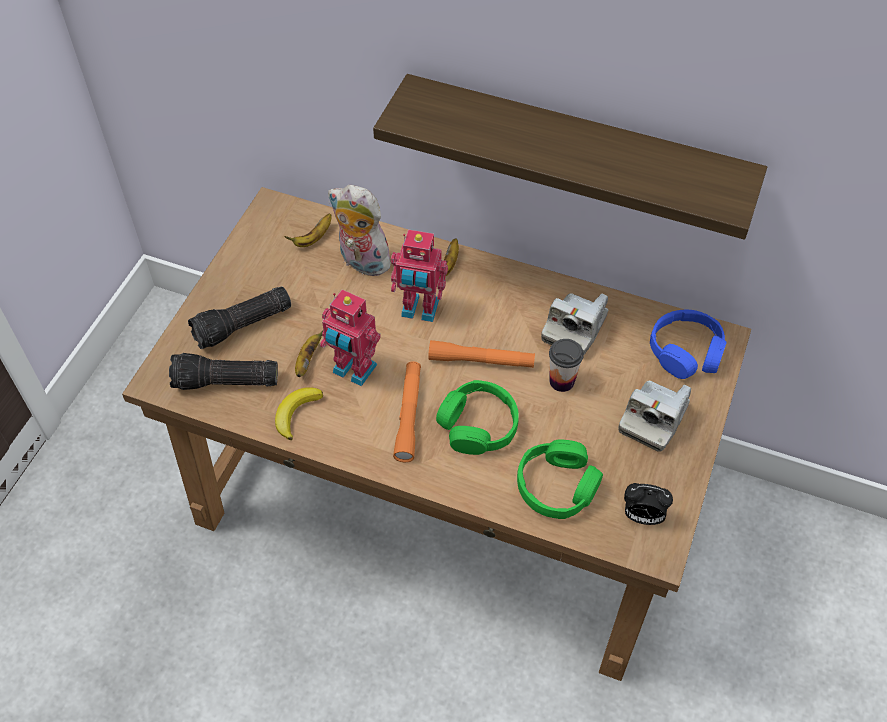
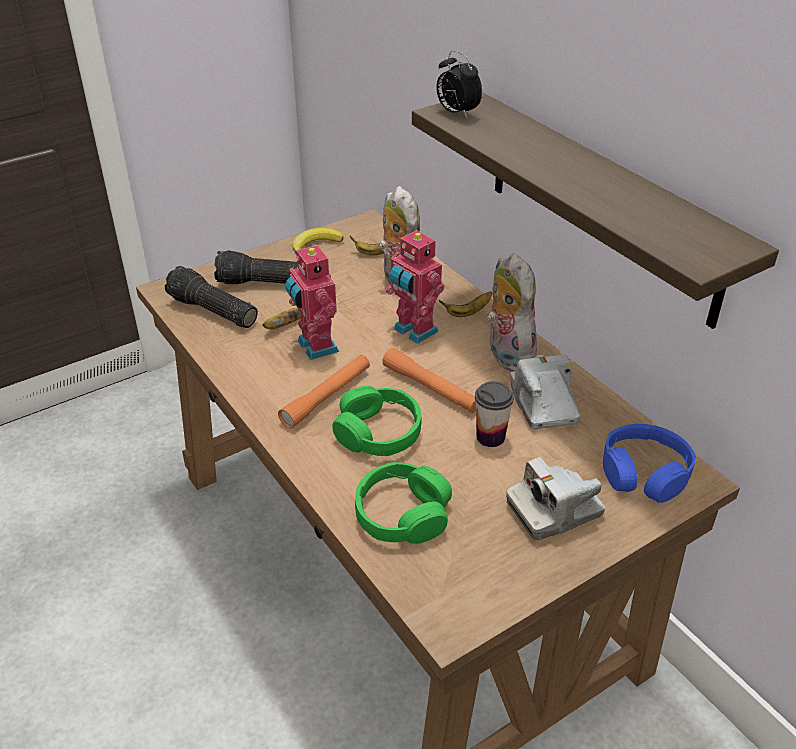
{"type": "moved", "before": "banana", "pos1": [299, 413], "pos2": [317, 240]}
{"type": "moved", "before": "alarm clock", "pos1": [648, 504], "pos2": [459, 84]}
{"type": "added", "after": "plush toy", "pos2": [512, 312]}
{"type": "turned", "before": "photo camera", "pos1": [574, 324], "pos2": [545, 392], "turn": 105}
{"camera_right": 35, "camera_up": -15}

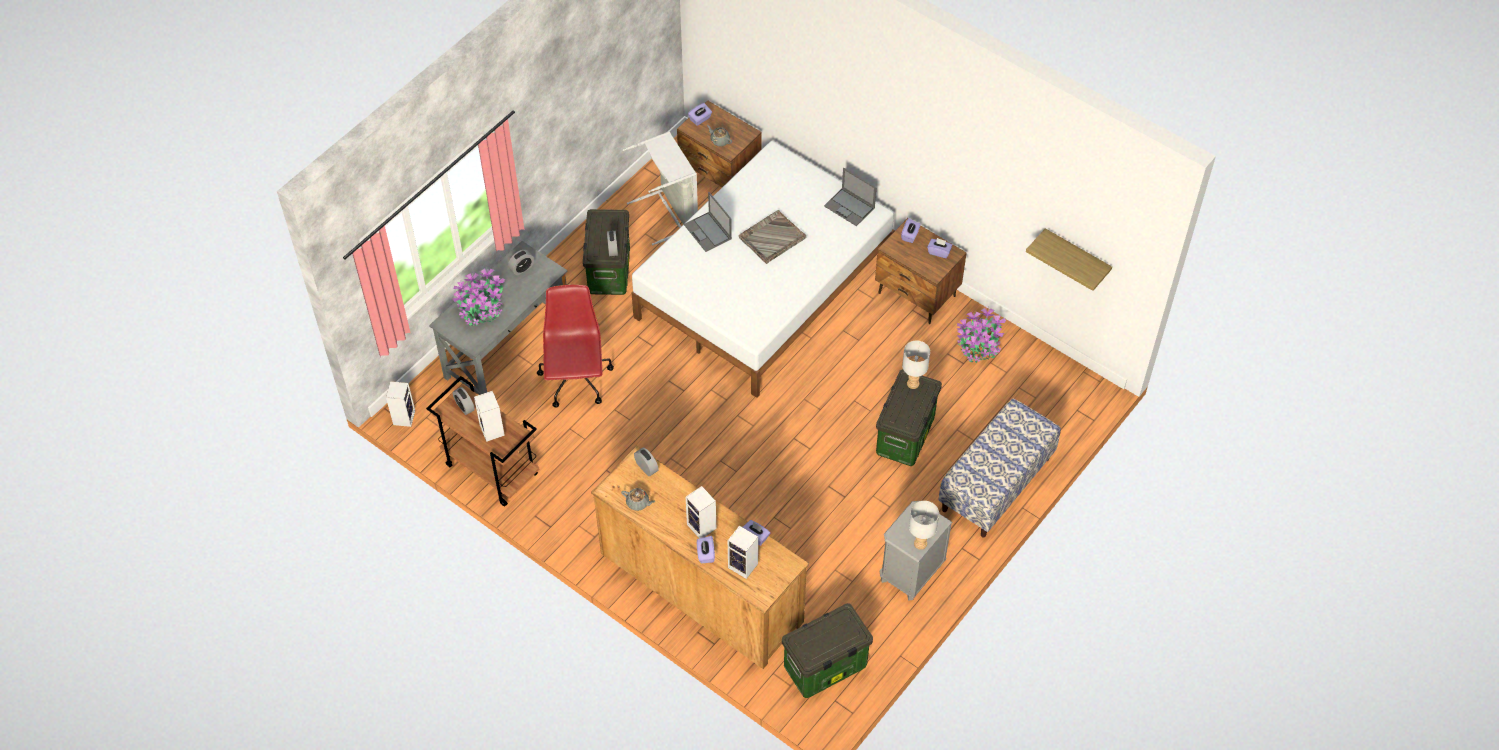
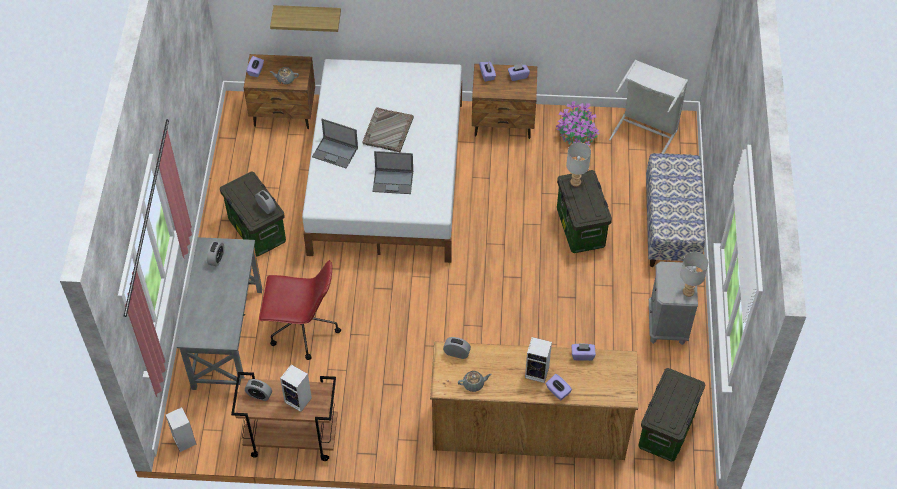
{"type": "turned", "before": "red office chair", "pos1": [575, 346], "pos2": [300, 310], "turn": 135}
{"type": "moved", "before": "shelf", "pos1": [1069, 259], "pos2": [305, 18]}
{"type": "moved", "before": "laptop", "pos1": [850, 197], "pos2": [392, 172]}
{"type": "moved", "before": "grey laundry basket", "pos1": [660, 188], "pos2": [648, 106]}
{"type": "removed", "before": "potted plant", "pos1": [479, 297]}
{"type": "removed", "before": "speaker", "pos1": [743, 552]}
{"camera_right": -35, "camera_up": 0}

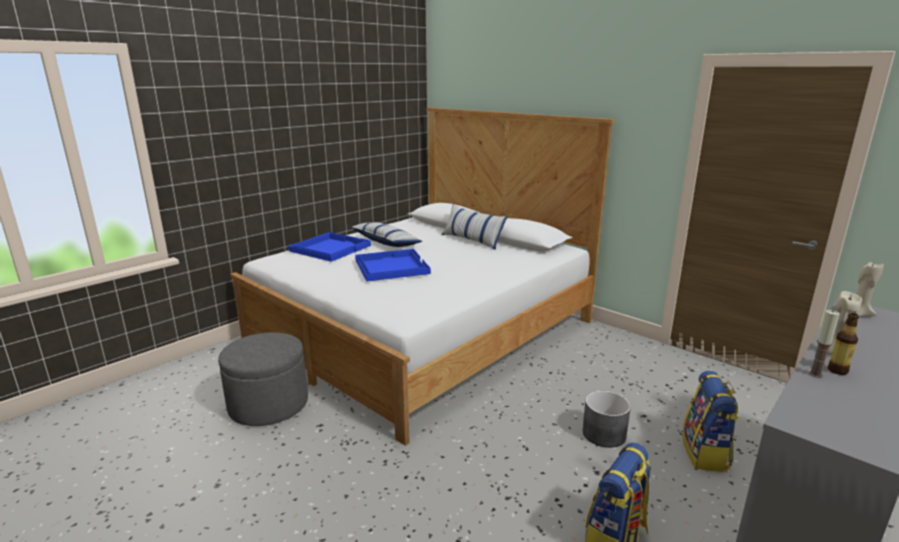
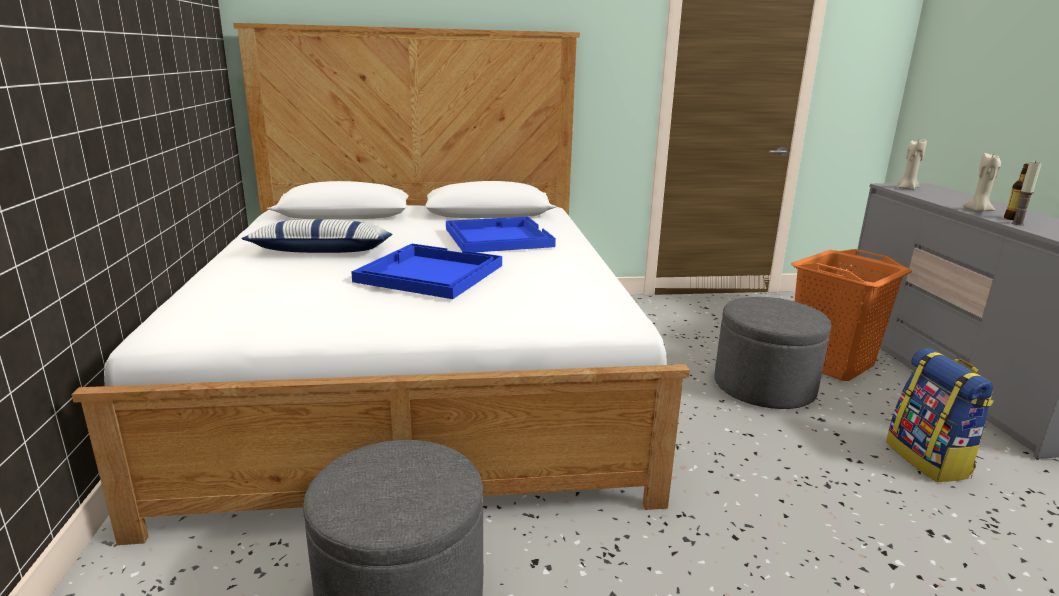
{"type": "moved", "before": "blue tray", "pos1": [329, 247], "pos2": [501, 234]}
{"type": "replaced", "before": "grey planter", "after": "grey ottoman", "pos1": [606, 419], "pos2": [773, 353]}
{"type": "replaced", "before": "backpack", "after": "orange laundry basket", "pos1": [711, 421], "pos2": [851, 315]}
{"type": "removed", "before": "pillow", "pos1": [475, 226]}
{"camera_right": -50, "camera_up": 0}

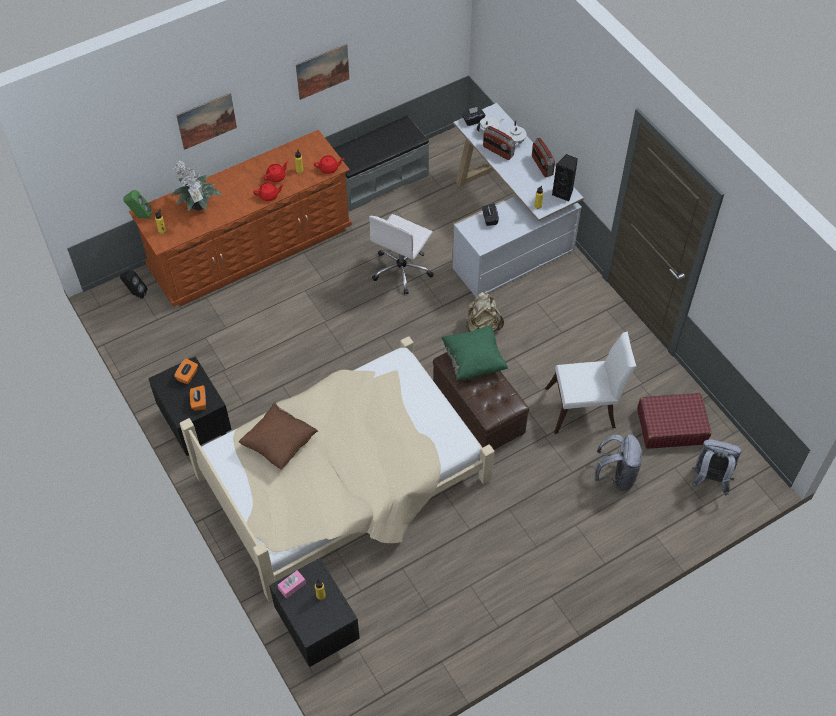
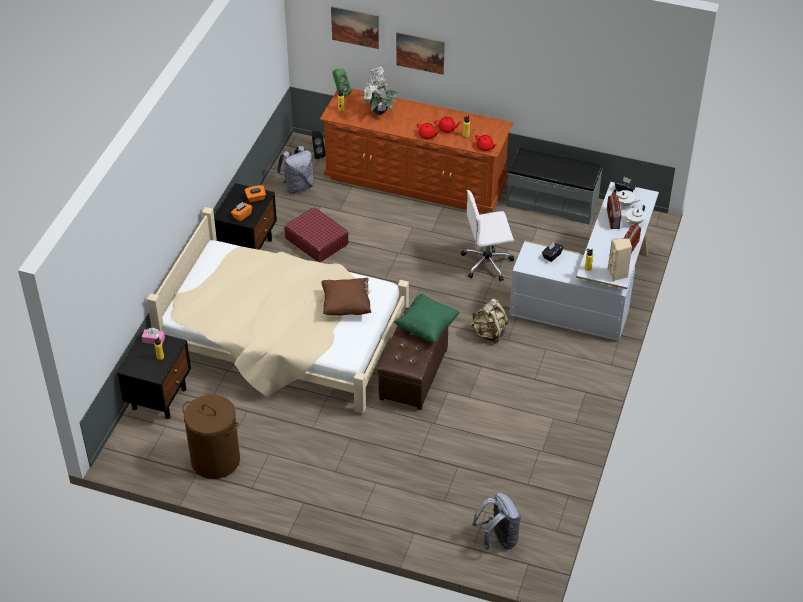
{"type": "added", "after": "brown laundry basket", "pos2": [211, 436]}
{"type": "moved", "before": "grey backpack", "pos1": [618, 462], "pos2": [295, 170]}
{"type": "moved", "before": "red suitcase", "pos1": [674, 421], "pos2": [316, 234]}
{"type": "moved", "before": "brown pillow", "pos1": [278, 436], "pos2": [346, 297]}
{"type": "moved", "before": "picture", "pos1": [322, 72], "pos2": [355, 27]}
{"type": "recoloured", "before": "black speaker", "after": "beige speaker", "pos1": [565, 178], "pos2": [620, 260]}
{"type": "removed", "before": "white chair", "pos1": [590, 383]}
{"camera_right": 50, "camera_up": -10}

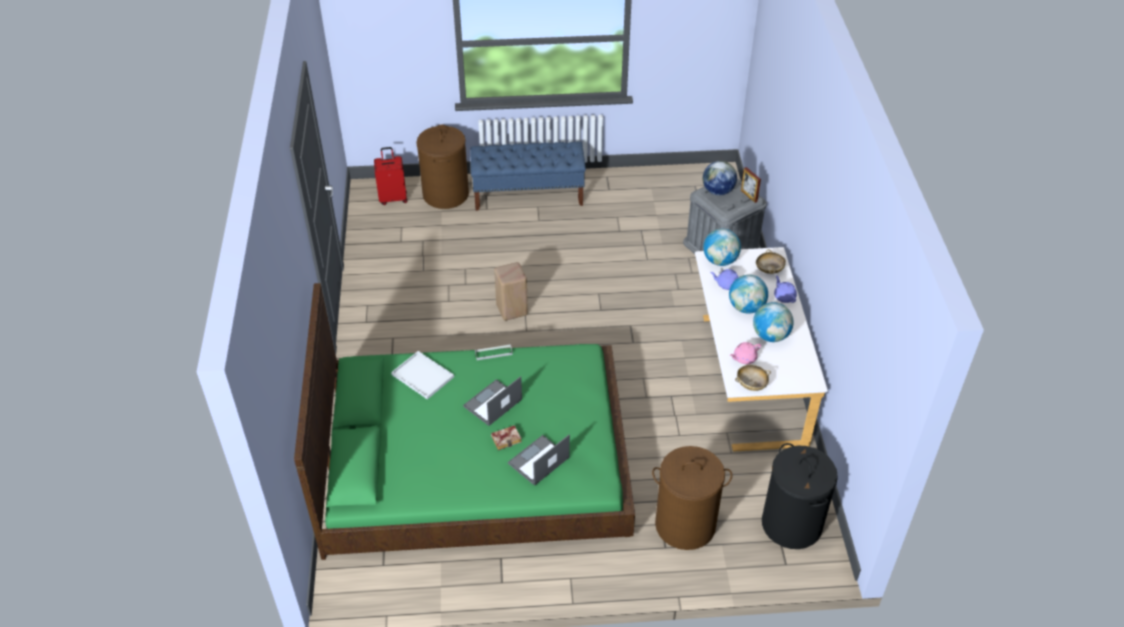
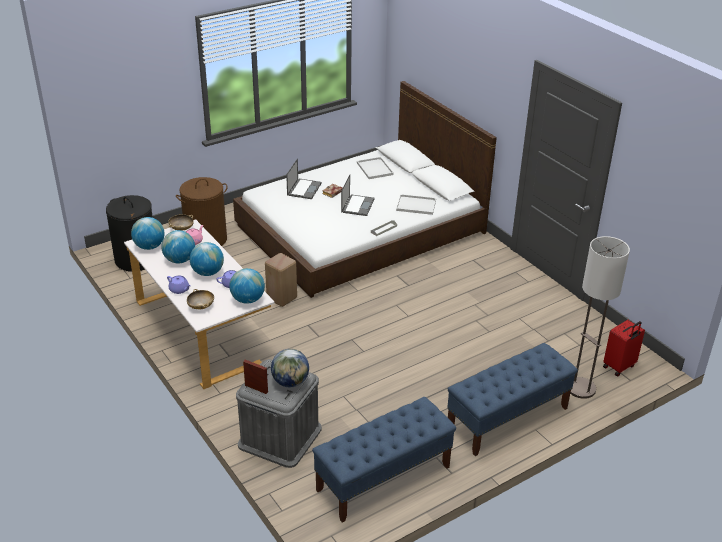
{"type": "added", "after": "globe", "pos2": [147, 233]}
{"type": "recoloured", "before": "green bed", "after": "white bed", "pos1": [464, 421], "pos2": [365, 189]}
{"type": "moved", "before": "beige stool", "pos1": [511, 291], "pos2": [281, 280]}
{"type": "added", "after": "blue bench", "pos2": [384, 460]}
{"type": "added", "after": "white tray", "pos2": [375, 168]}
{"type": "replaced", "before": "brown laundry basket", "after": "floor lamp", "pos1": [442, 166], "pos2": [600, 317]}
{"camera_right": 150, "camera_up": -10}

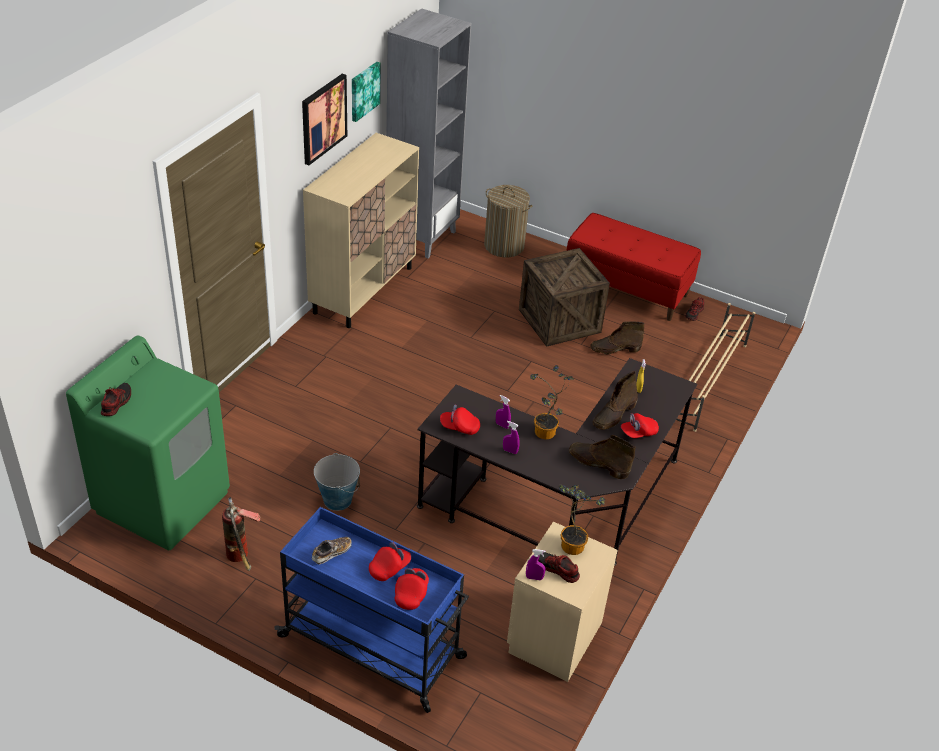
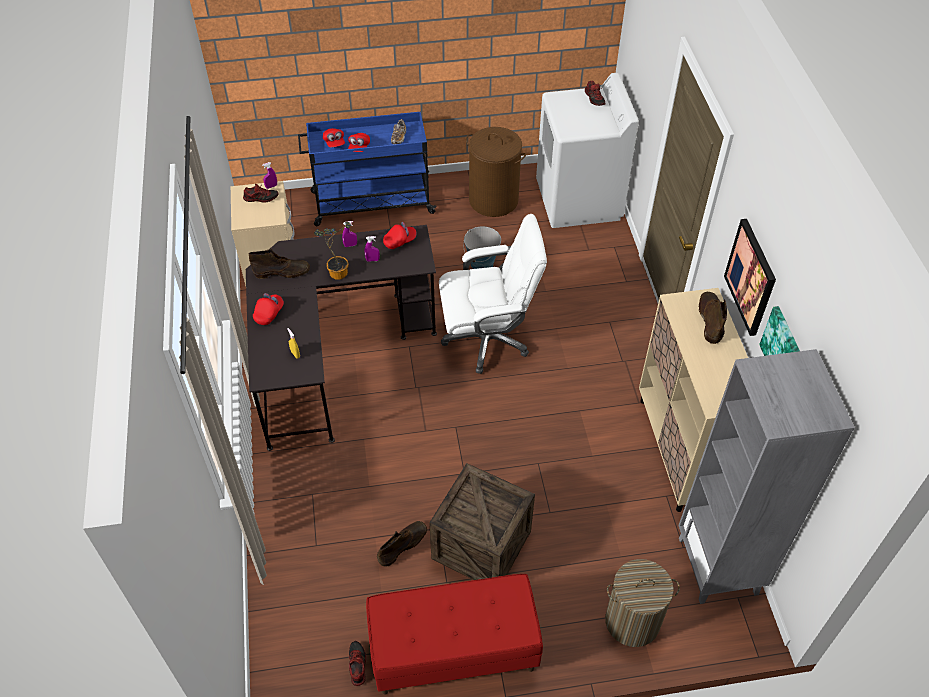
{"type": "added", "after": "white office chair", "pos2": [493, 294]}
{"type": "replaced", "before": "fire extinguisher", "after": "brown laundry basket", "pos1": [241, 534], "pos2": [496, 172]}
{"type": "recoloured", "before": "green washing machine", "after": "white washing machine", "pos1": [148, 443], "pos2": [587, 150]}
{"type": "moved", "before": "brown boot", "pos1": [615, 400], "pos2": [712, 318]}
{"type": "removed", "before": "potted plant", "pos1": [582, 520]}
{"type": "removed", "before": "beige shoe rack", "pos1": [715, 367]}
{"camera_right": 145, "camera_up": 10}

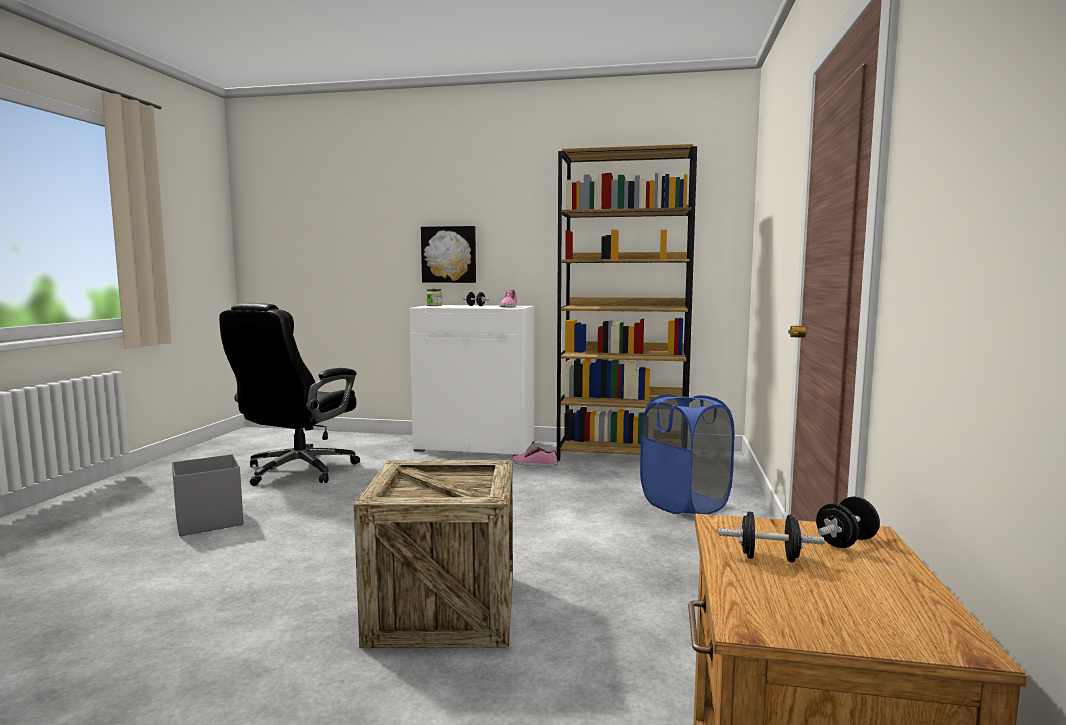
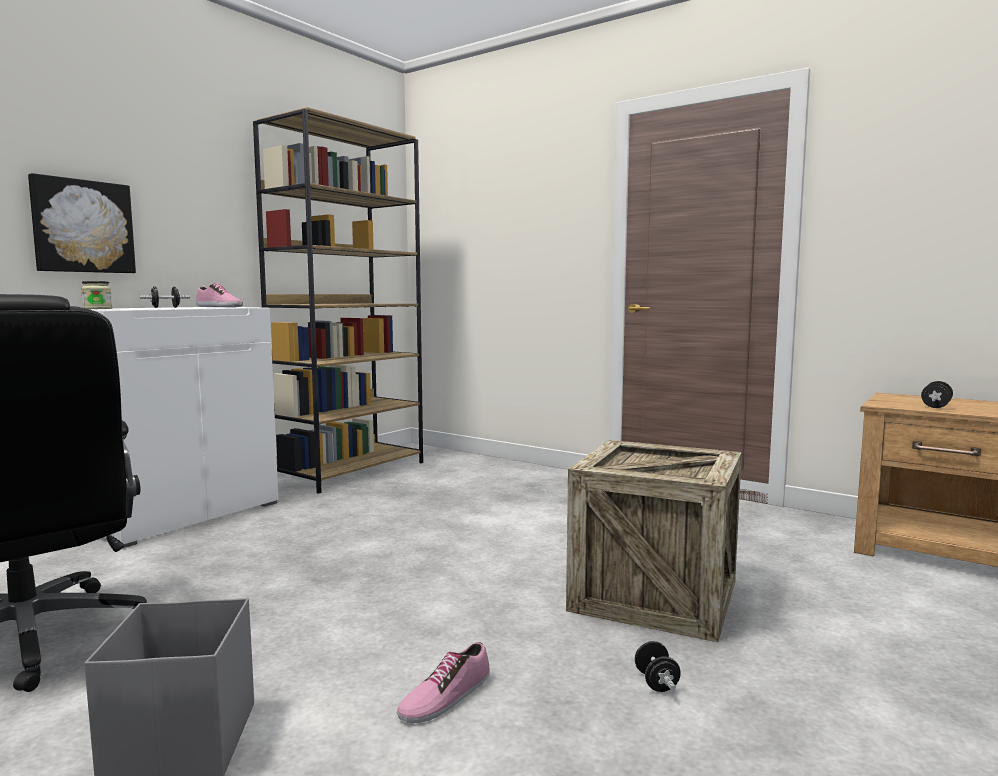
{"type": "moved", "before": "shoe", "pos1": [535, 457], "pos2": [443, 682]}
{"type": "moved", "before": "black dumbbell", "pos1": [848, 522], "pos2": [658, 666]}
{"type": "removed", "before": "blue laundry basket", "pos1": [687, 454]}
{"camera_right": -65, "camera_up": 0}

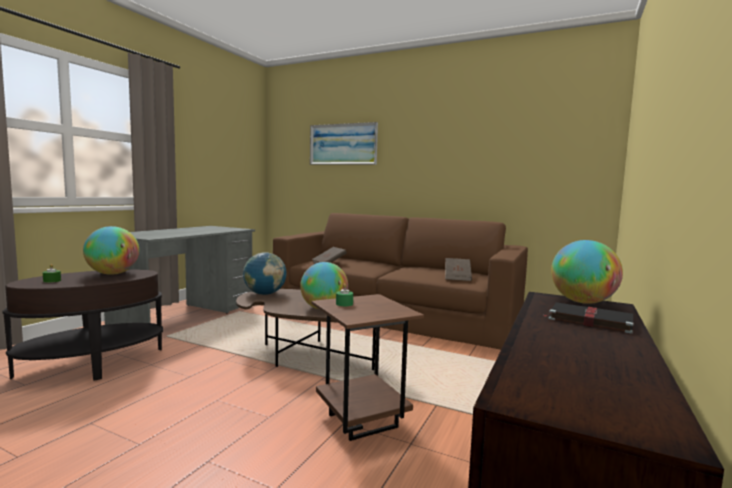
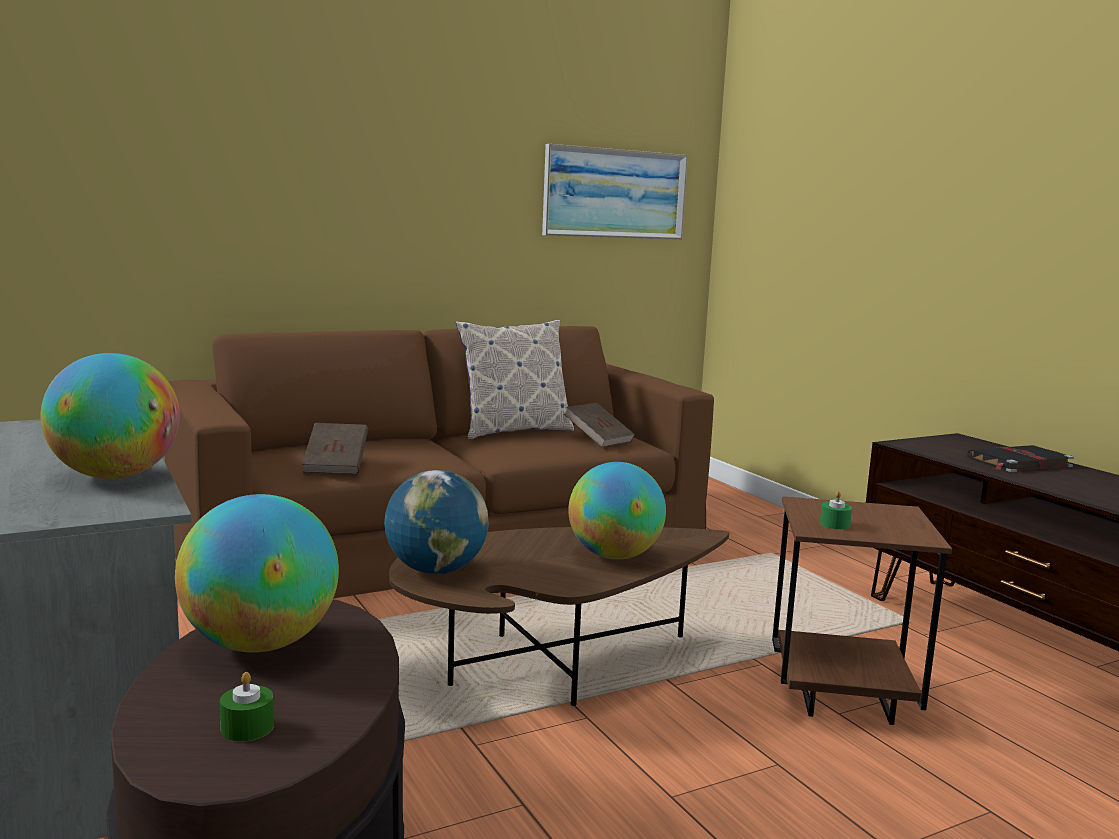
{"type": "moved", "before": "globe", "pos1": [587, 272], "pos2": [110, 416]}
{"type": "added", "after": "pillow", "pos2": [515, 379]}
{"type": "moved", "before": "picture", "pos1": [344, 143], "pos2": [615, 192]}
{"camera_right": -55, "camera_up": 5}

